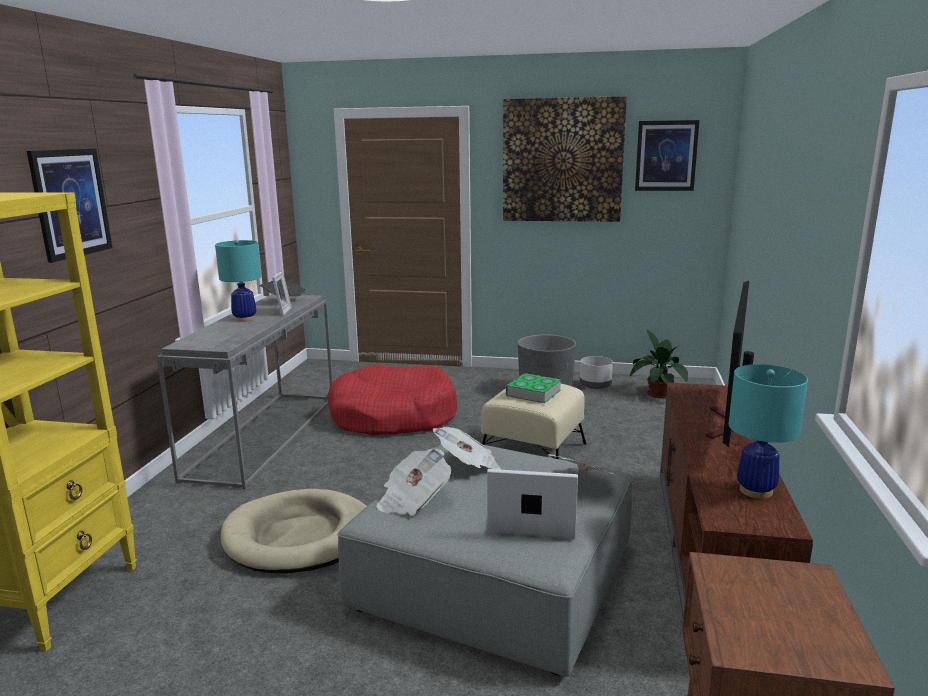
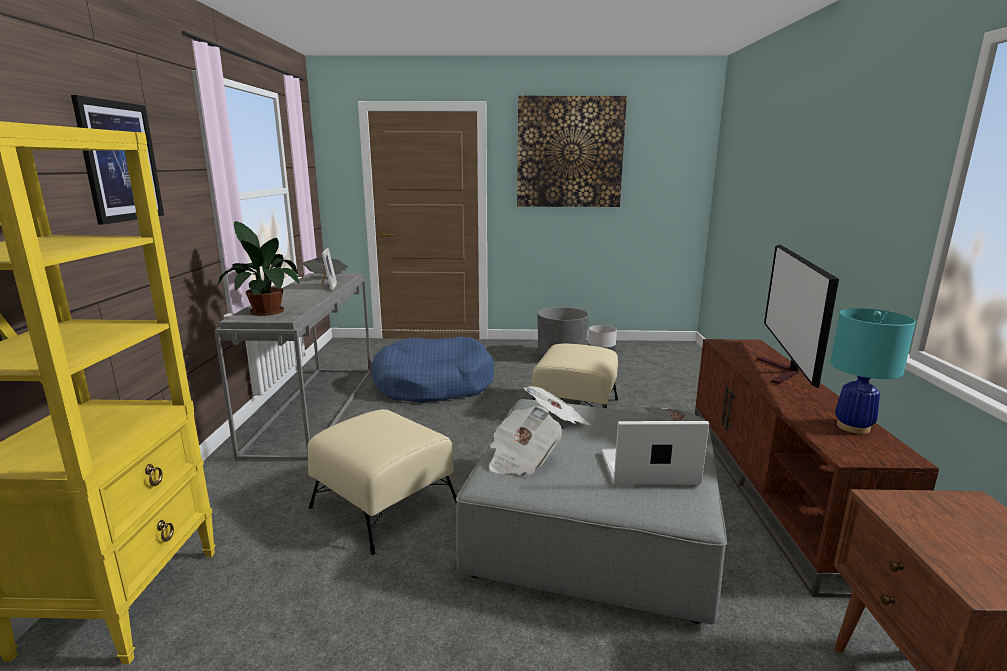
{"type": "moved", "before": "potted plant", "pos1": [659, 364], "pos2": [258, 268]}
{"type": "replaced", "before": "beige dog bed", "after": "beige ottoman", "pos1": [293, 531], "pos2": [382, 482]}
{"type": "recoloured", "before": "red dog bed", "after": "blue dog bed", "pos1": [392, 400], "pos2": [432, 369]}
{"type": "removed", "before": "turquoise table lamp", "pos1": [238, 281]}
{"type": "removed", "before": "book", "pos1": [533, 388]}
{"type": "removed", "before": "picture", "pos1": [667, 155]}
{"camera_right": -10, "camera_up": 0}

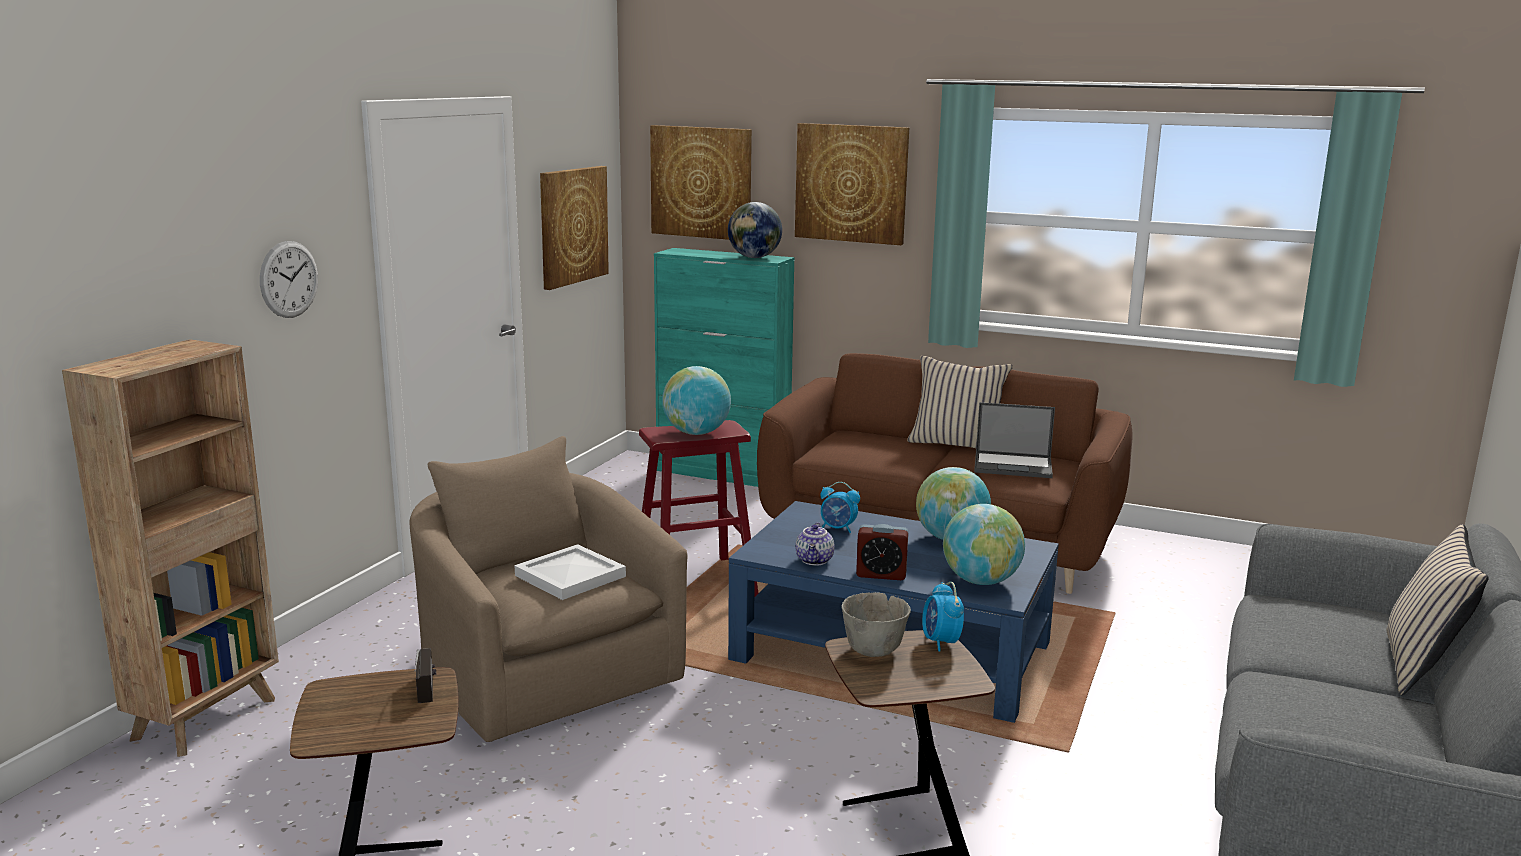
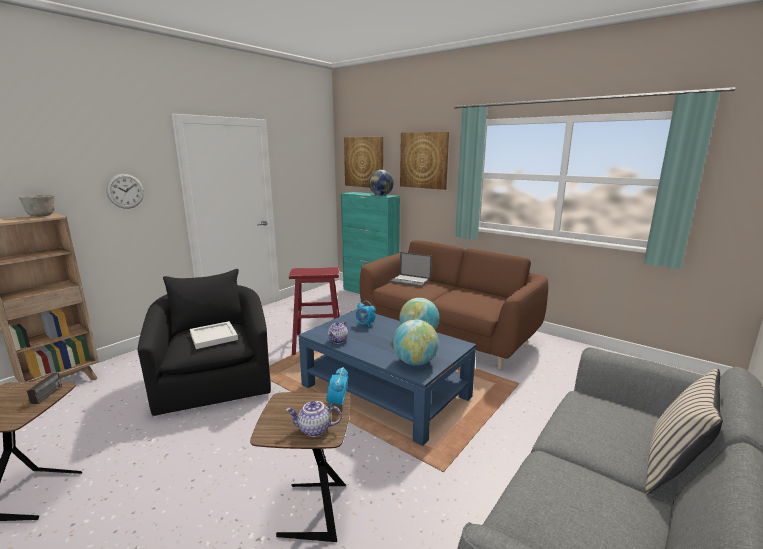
{"type": "moved", "before": "grey bowl", "pos1": [876, 624], "pos2": [37, 205]}
{"type": "recoloured", "before": "beige armchair", "after": "black armchair", "pos1": [548, 589], "pos2": [204, 342]}
{"type": "added", "after": "teapot", "pos2": [314, 419]}
{"type": "moved", "before": "laptop", "pos1": [1014, 440], "pos2": [410, 269]}
{"type": "removed", "before": "picture", "pos1": [574, 228]}
{"type": "removed", "before": "globe", "pos1": [696, 400]}
{"type": "removed", "before": "alarm clock", "pos1": [882, 552]}
{"type": "removed", "before": "beige pillow", "pos1": [960, 402]}
{"camera_right": 15, "camera_up": 0}

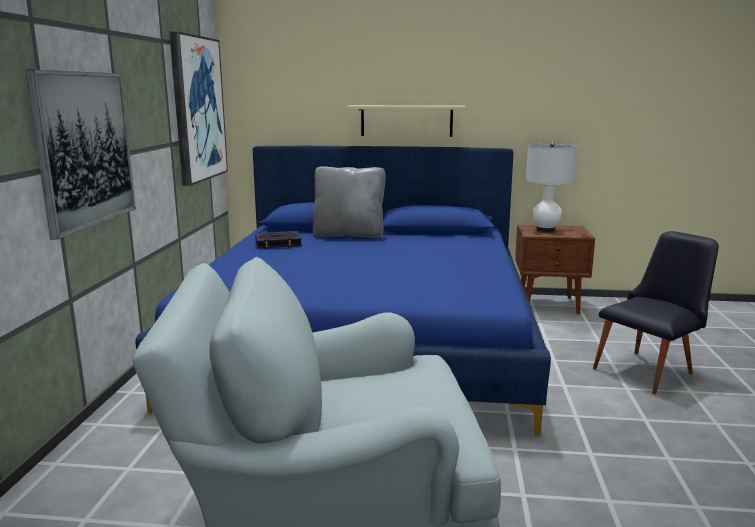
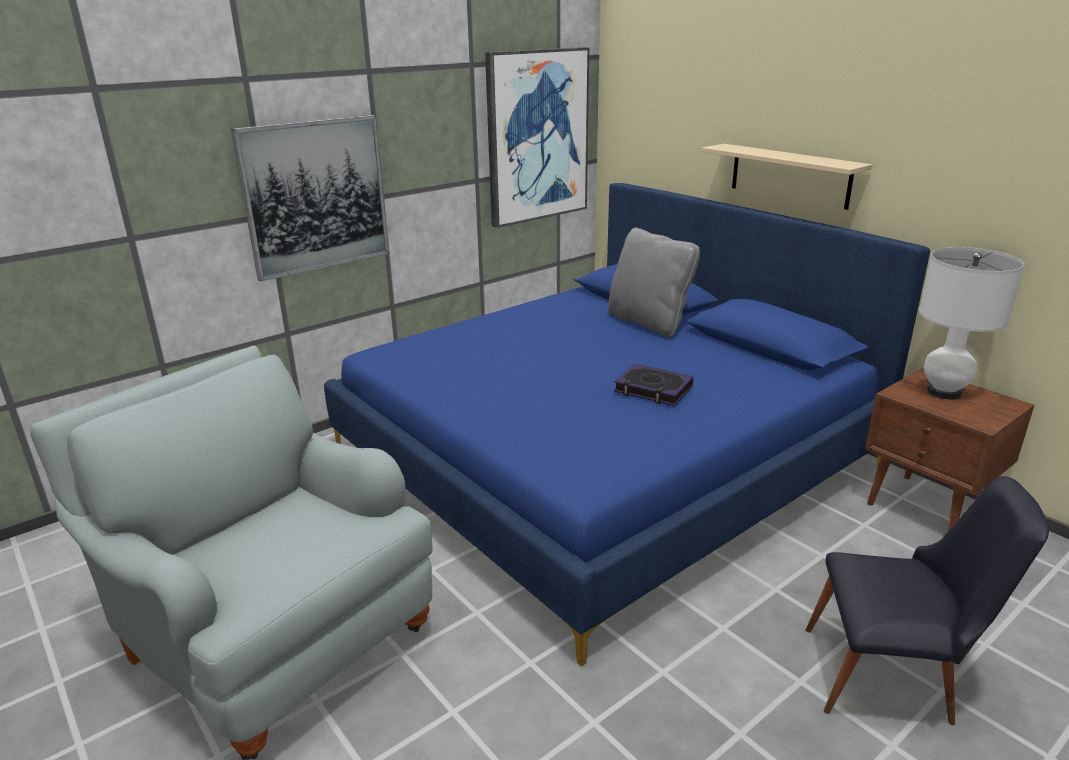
{"type": "moved", "before": "book", "pos1": [278, 240], "pos2": [654, 384]}
{"camera_right": 45, "camera_up": 10}

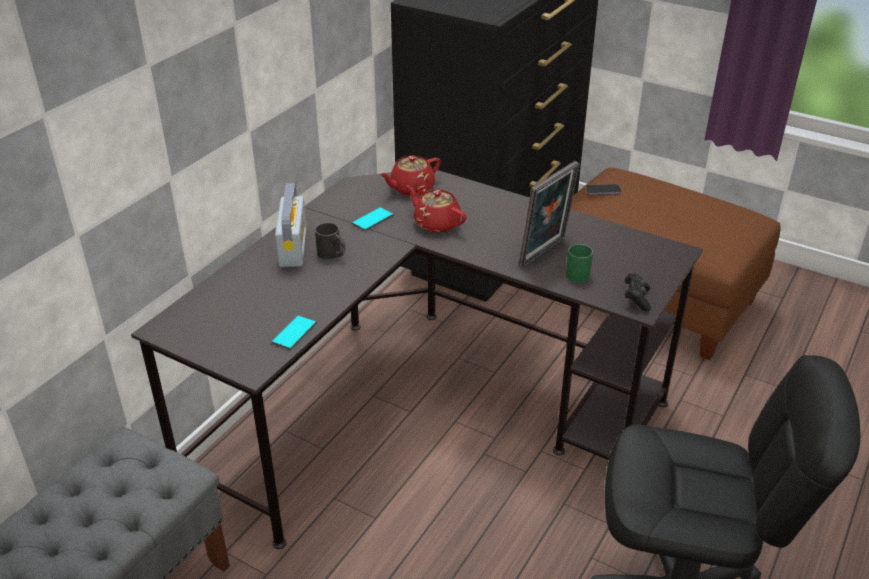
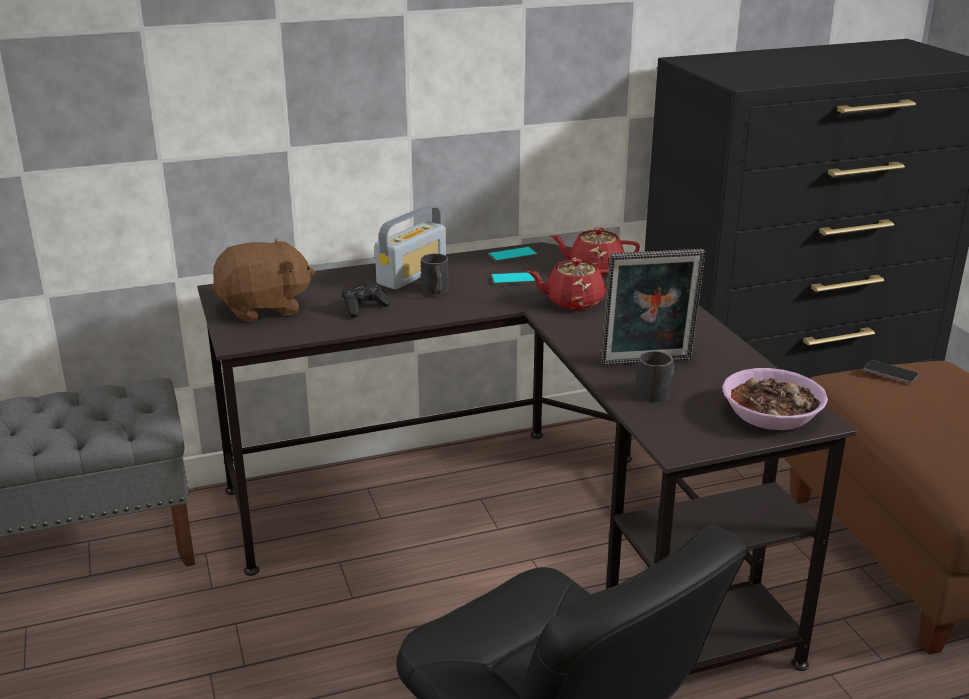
{"type": "added", "after": "brown plush toy", "pos2": [263, 280]}
{"type": "moved", "before": "black game controller", "pos1": [638, 292], "pos2": [366, 298]}
{"type": "moved", "before": "phone", "pos1": [294, 332], "pos2": [513, 254]}
{"type": "turned", "before": "red teapot", "pos1": [436, 209], "pos2": [567, 284], "turn": -90}
{"type": "recoloured", "before": "green mug", "after": "black mug", "pos1": [579, 263], "pos2": [655, 376]}
{"type": "added", "after": "bowl", "pos2": [775, 399]}
{"camera_right": 40, "camera_up": -10}

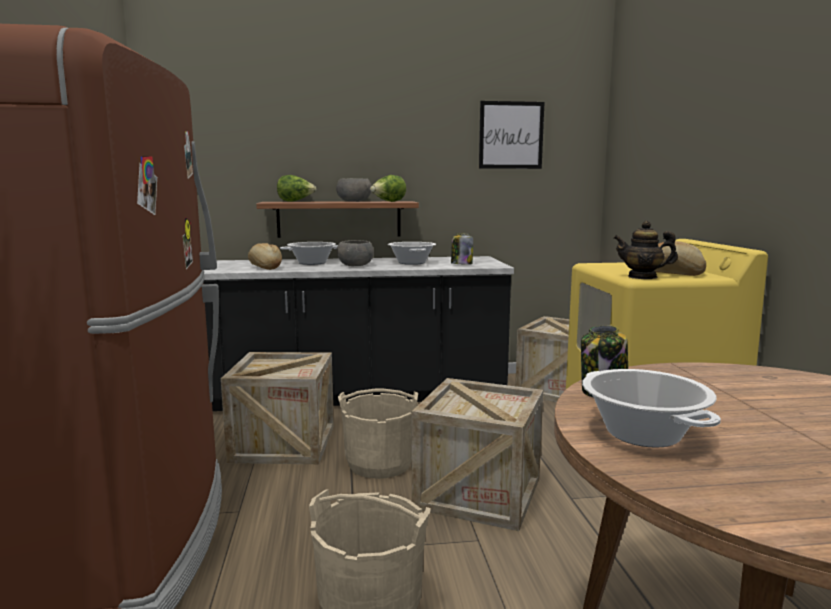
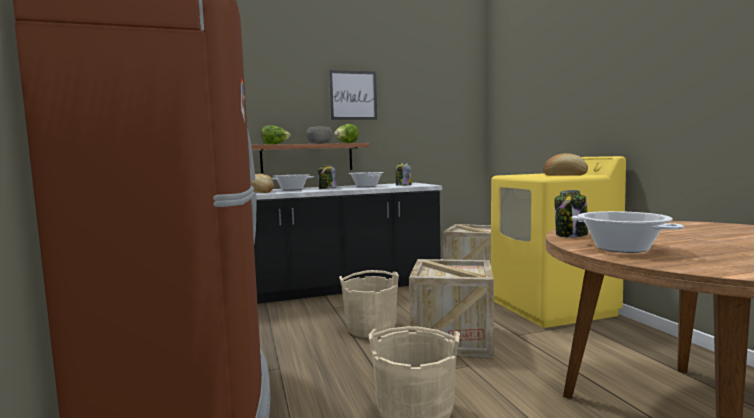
{"type": "replaced", "before": "grey bowl", "after": "jar", "pos1": [355, 253], "pos2": [327, 177]}
{"type": "moved", "before": "picture", "pos1": [511, 135], "pos2": [353, 95]}
{"type": "removed", "before": "crate", "pos1": [277, 408]}
{"type": "removed", "before": "teapot", "pos1": [646, 250]}
{"camera_right": -10, "camera_up": -5}

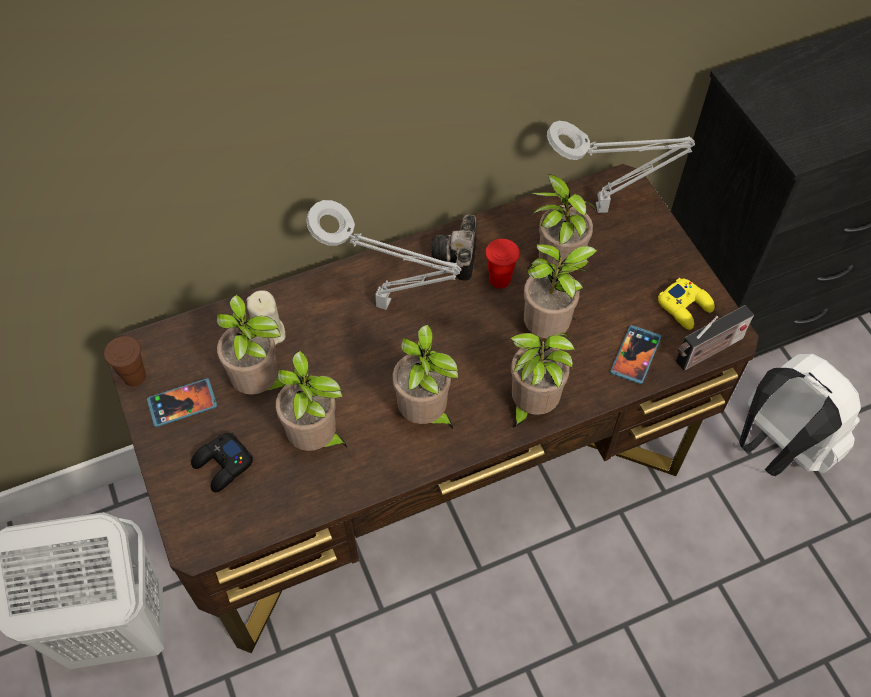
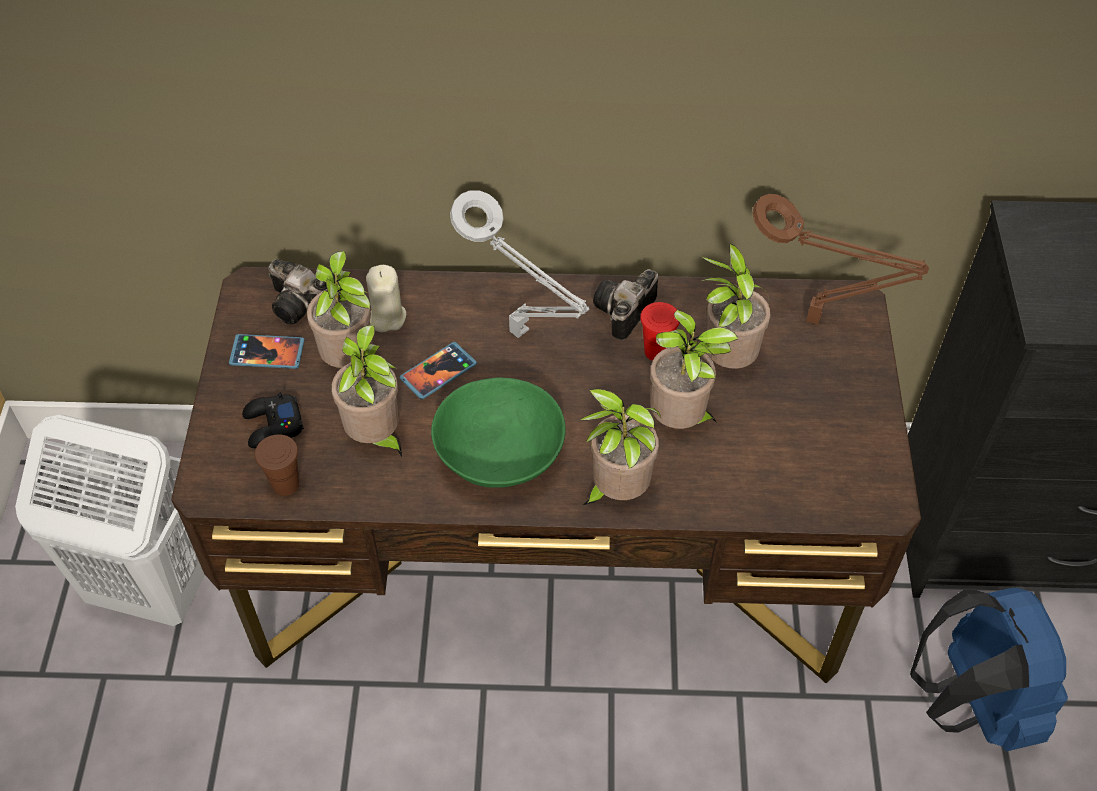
{"type": "moved", "before": "brown cup", "pos1": [125, 361], "pos2": [277, 465]}
{"type": "added", "after": "photo camera", "pos2": [297, 291]}
{"type": "moved", "before": "phone", "pos1": [635, 354], "pos2": [438, 371]}
{"type": "replaced", "before": "potted plant", "after": "green bowl", "pos1": [425, 376], "pos2": [498, 433]}
{"type": "recoloured", "before": "grey table lamp", "after": "brown table lamp", "pos1": [621, 167], "pos2": [840, 259]}
{"type": "recoloured", "before": "white backpack", "after": "blue backpack", "pos1": [800, 415], "pos2": [989, 670]}
{"type": "removed", "before": "yellow game controller", "pos1": [686, 304]}
{"type": "removed", "before": "radio", "pos1": [715, 338]}
{"camera_right": 25, "camera_up": -5}

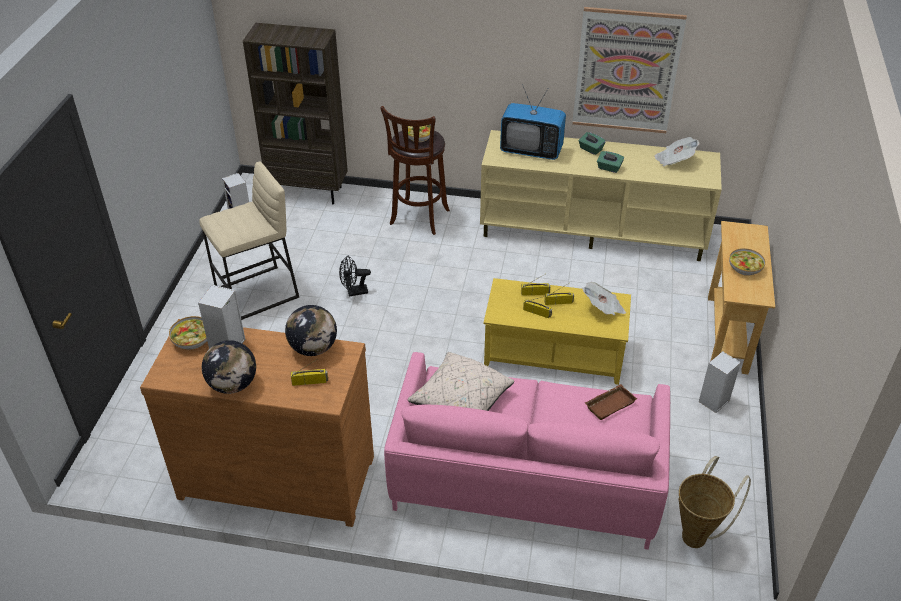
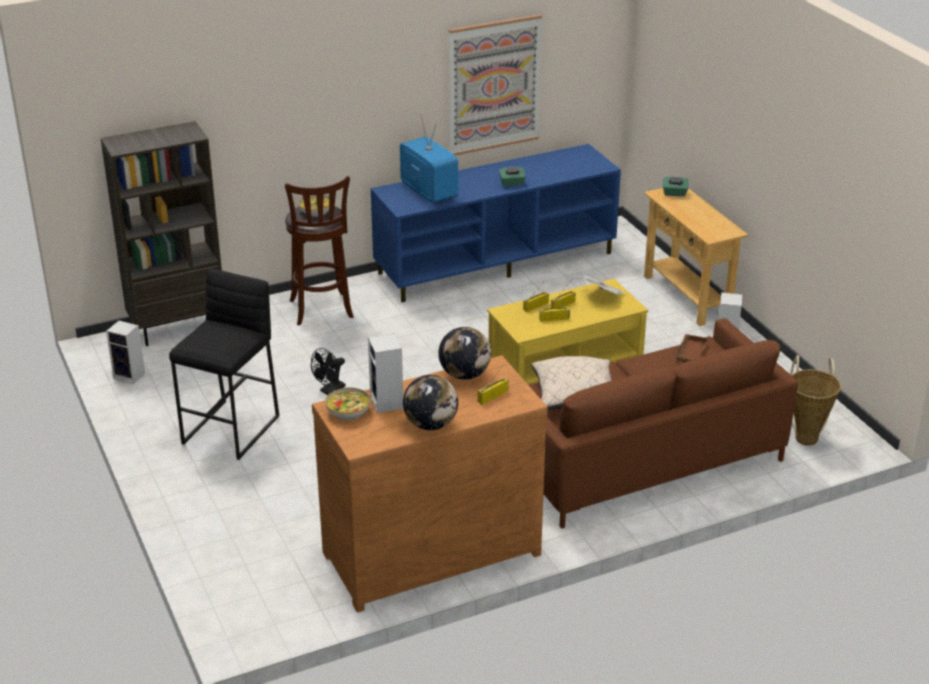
{"type": "recoloured", "before": "beige stool", "after": "black stool", "pos1": [249, 240], "pos2": [224, 364]}
{"type": "recoloured", "before": "beige tv stand", "after": "blue tv stand", "pos1": [601, 195], "pos2": [496, 223]}
{"type": "turned", "before": "television", "pos1": [533, 122], "pos2": [429, 159], "turn": -105}
{"type": "recoloured", "before": "pink sofa", "after": "brown sofa", "pos1": [527, 451], "pos2": [663, 423]}
{"type": "moved", "before": "green tissue box", "pos1": [592, 143], "pos2": [676, 187]}
{"type": "removed", "before": "newspaper", "pos1": [676, 151]}
{"type": "removed", "before": "bowl", "pos1": [747, 262]}
{"camera_right": -35, "camera_up": -10}

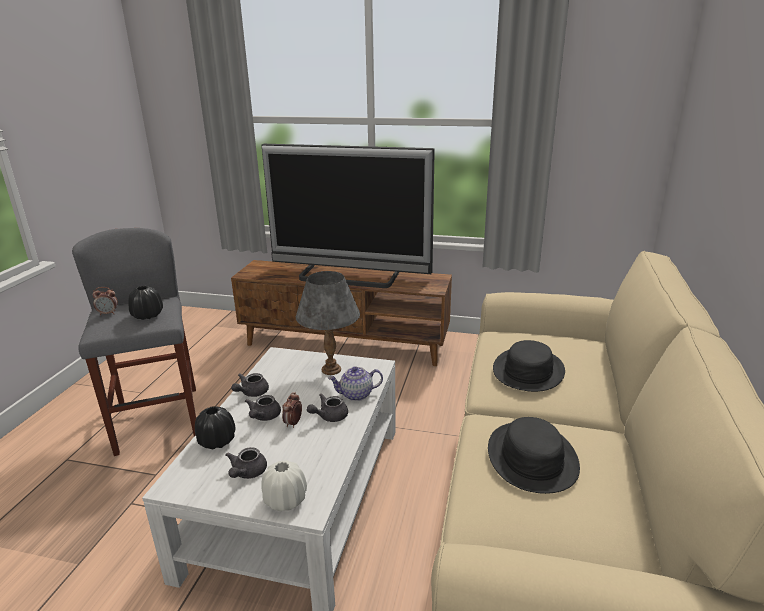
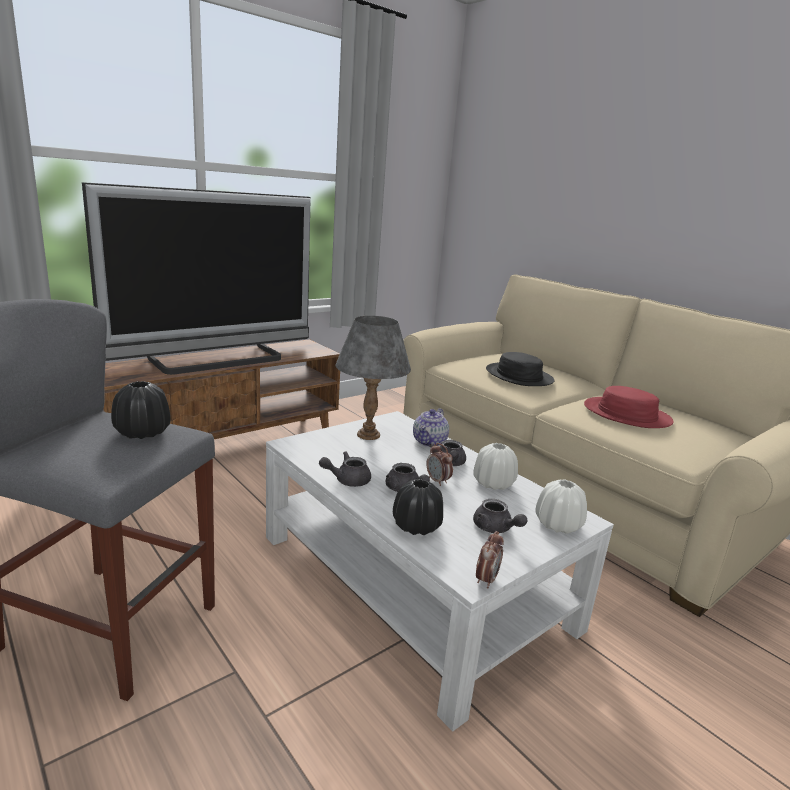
{"type": "turned", "before": "grey teapot", "pos1": [250, 385], "pos2": [345, 469], "turn": 90}
{"type": "added", "after": "white vase", "pos2": [495, 466]}
{"type": "moved", "before": "alarm clock", "pos1": [105, 301], "pos2": [490, 560]}
{"type": "recoloured", "before": "black hat", "after": "red hat", "pos1": [534, 455], "pos2": [629, 407]}
{"camera_right": -55, "camera_up": -5}

